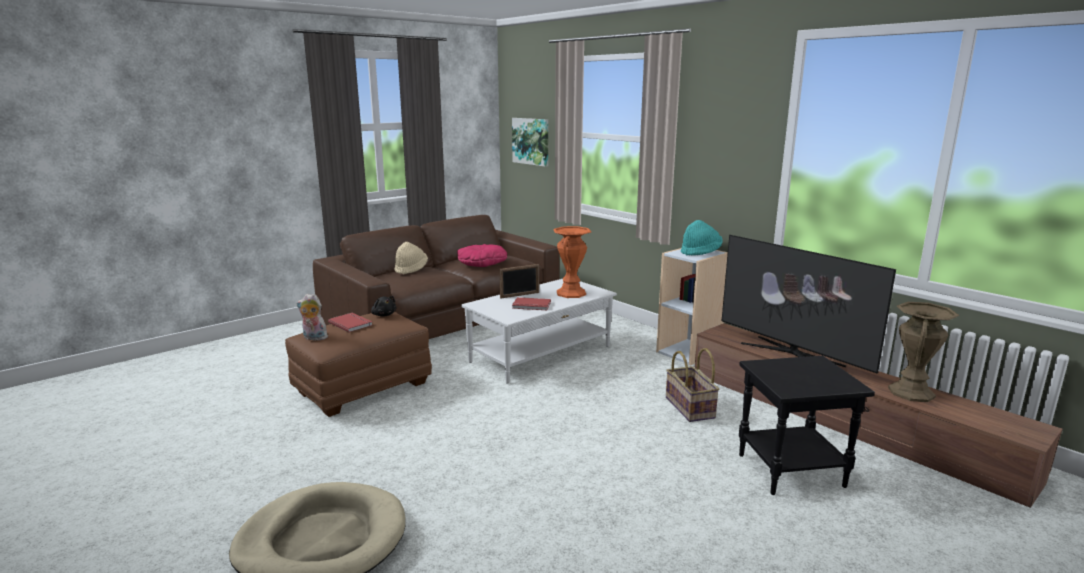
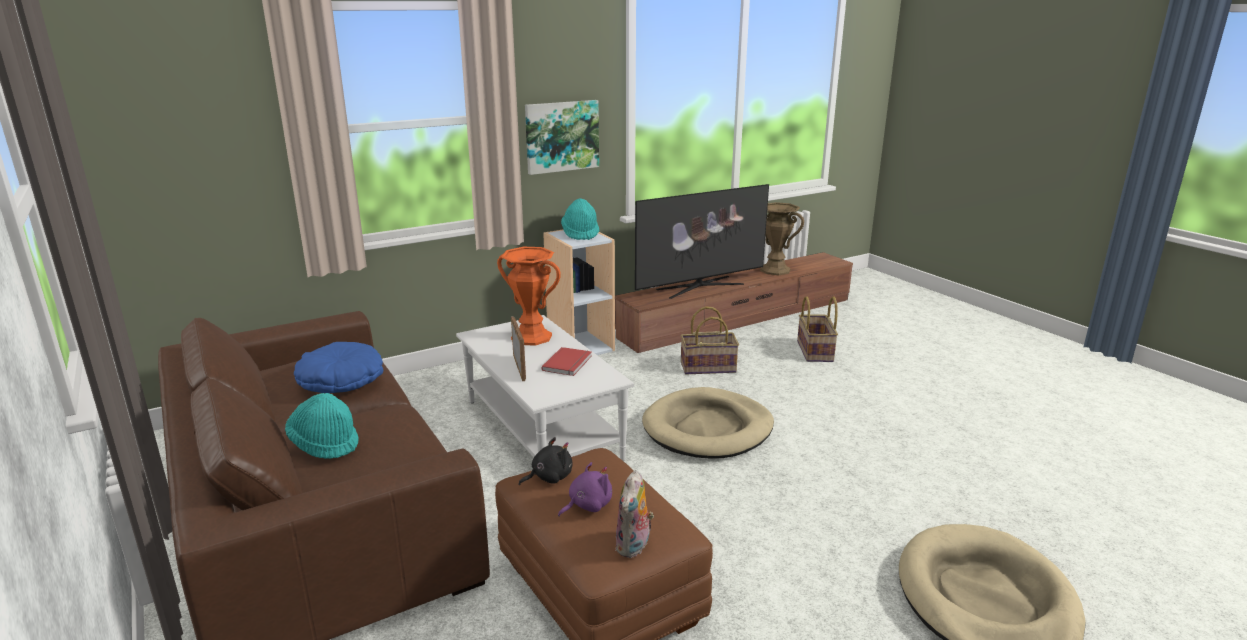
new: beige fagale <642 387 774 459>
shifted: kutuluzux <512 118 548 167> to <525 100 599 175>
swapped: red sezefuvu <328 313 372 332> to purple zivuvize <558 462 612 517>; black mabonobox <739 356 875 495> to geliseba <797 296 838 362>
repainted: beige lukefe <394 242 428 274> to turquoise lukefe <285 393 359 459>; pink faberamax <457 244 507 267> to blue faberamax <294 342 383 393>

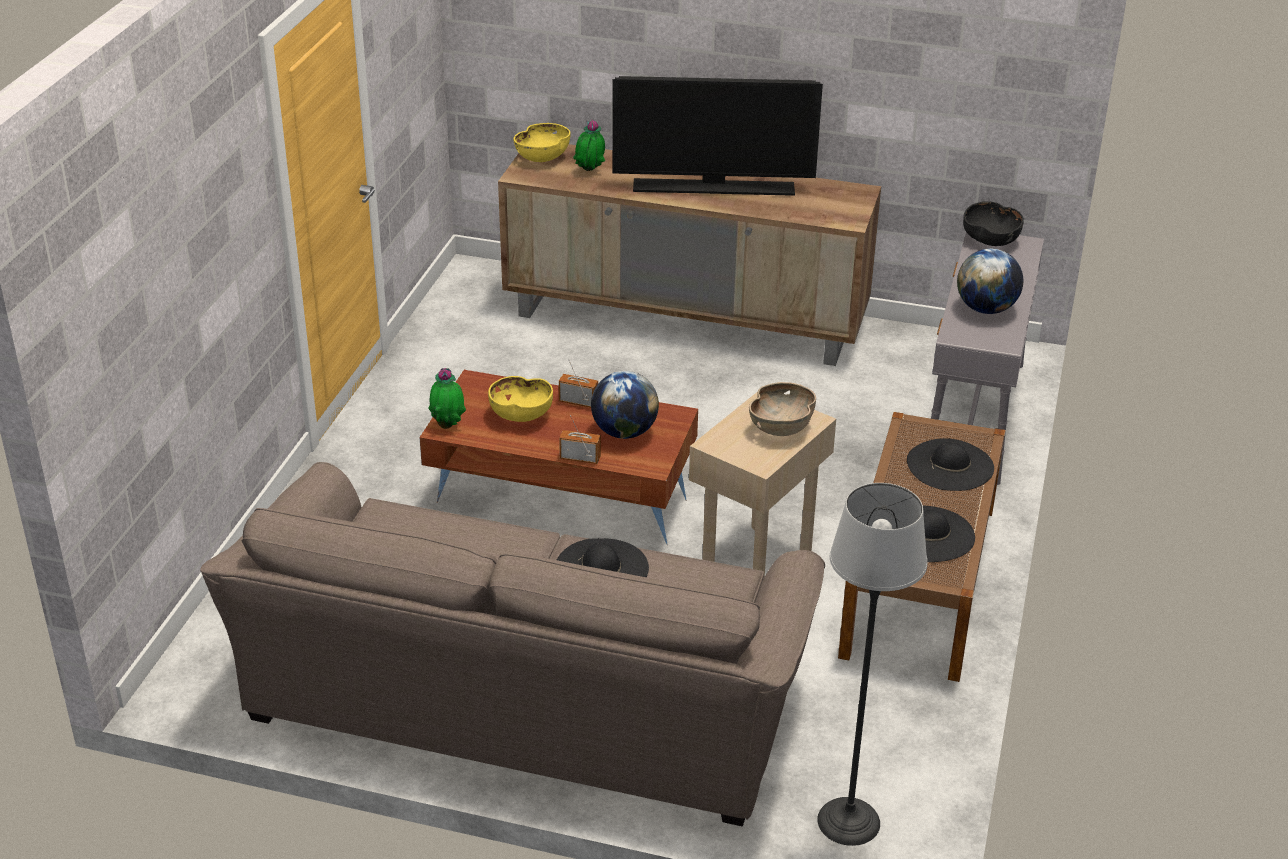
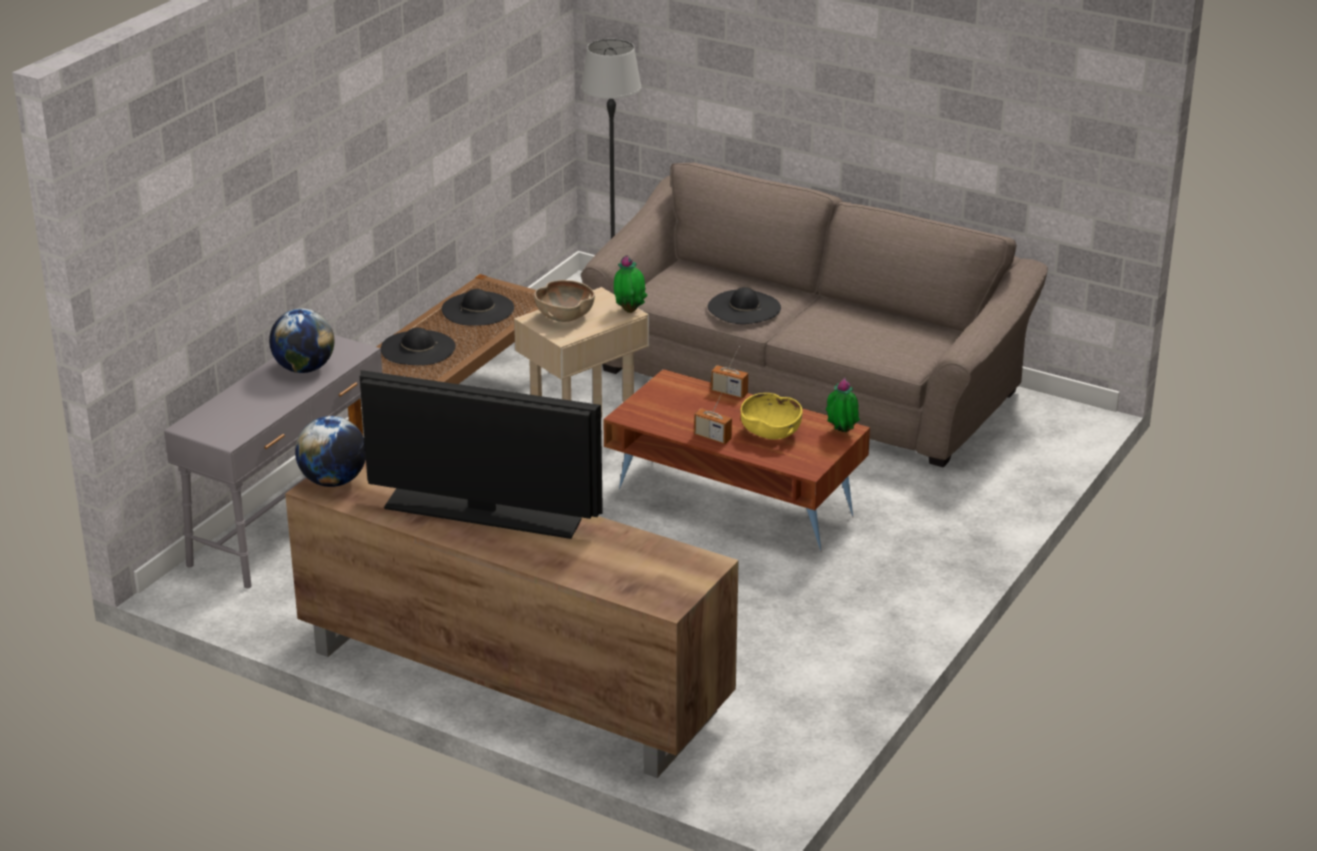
gone: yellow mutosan <513 123 571 162>; black mutosan <963 201 1024 246>
shifted: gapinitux <573 120 605 171> to <614 255 648 313>; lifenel <591 371 659 439> to <295 416 366 487>

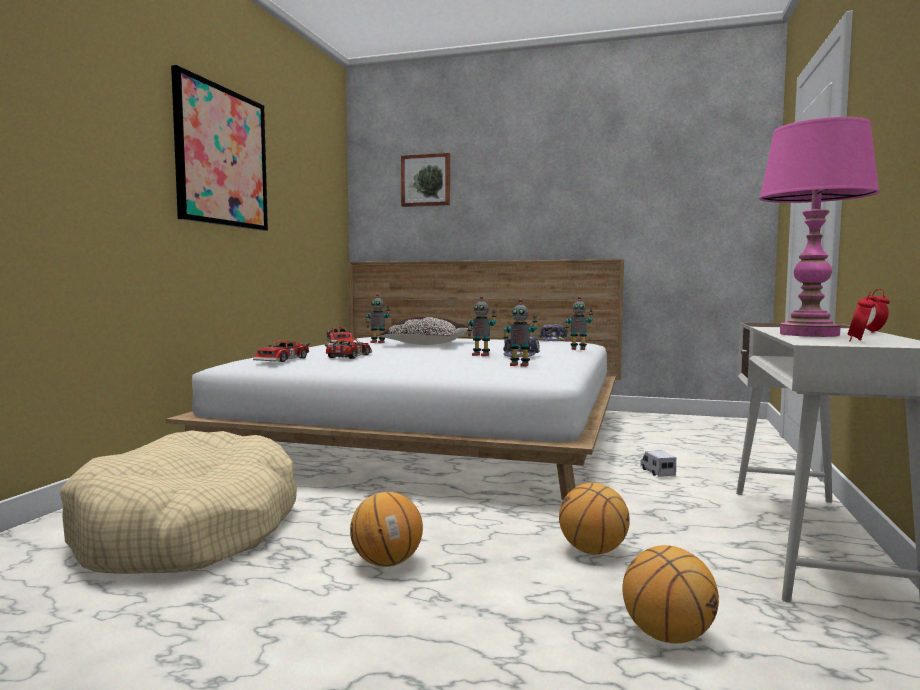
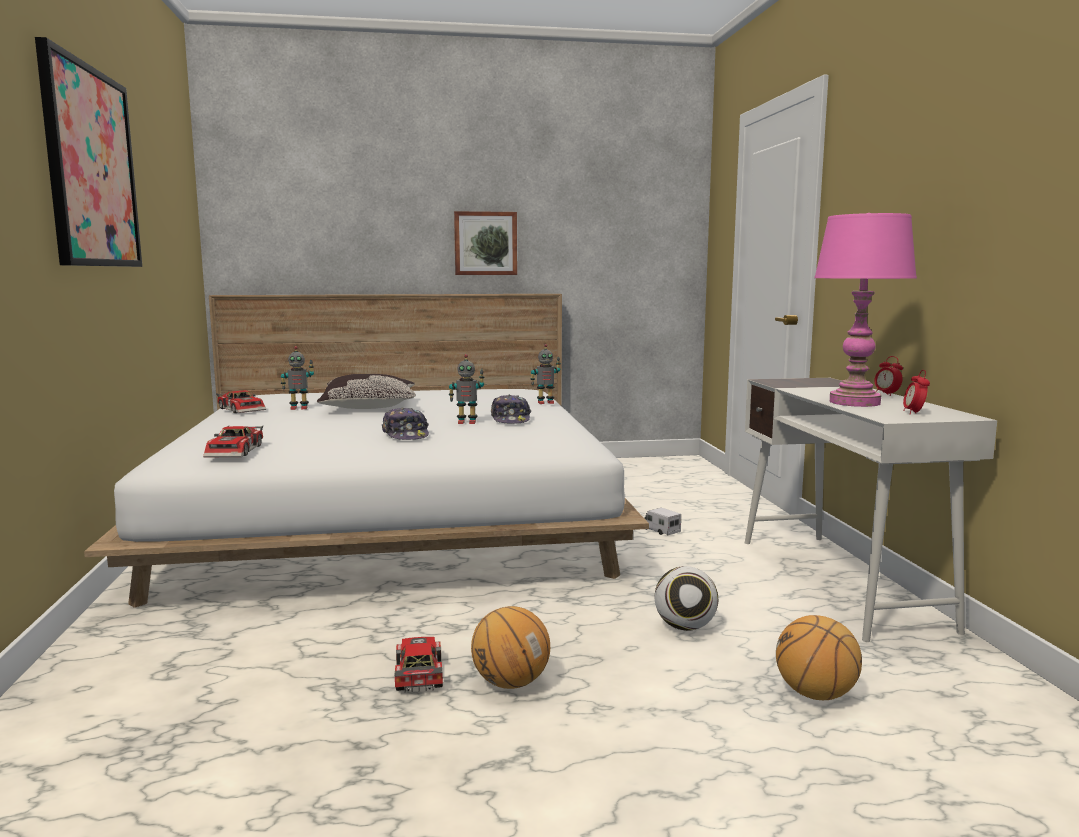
gone: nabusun <503 299 538 367>; beige fagale <60 430 297 574>
shifted: kutuluzux <401 153 450 207> to <454 211 517 275>; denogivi <539 323 568 341> to <382 407 429 440>; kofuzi <325 338 372 359> to <395 637 443 693>
swapped: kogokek <559 483 630 554> to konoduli <655 566 718 631>

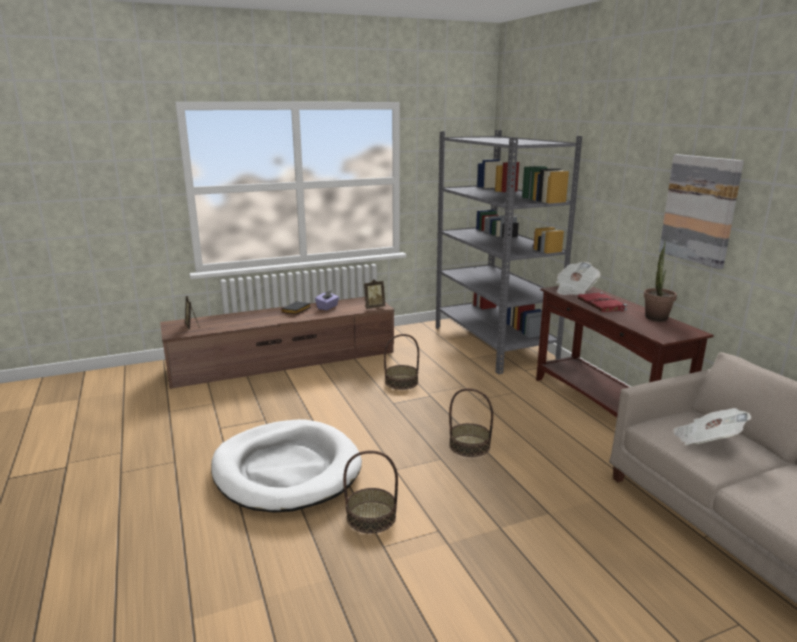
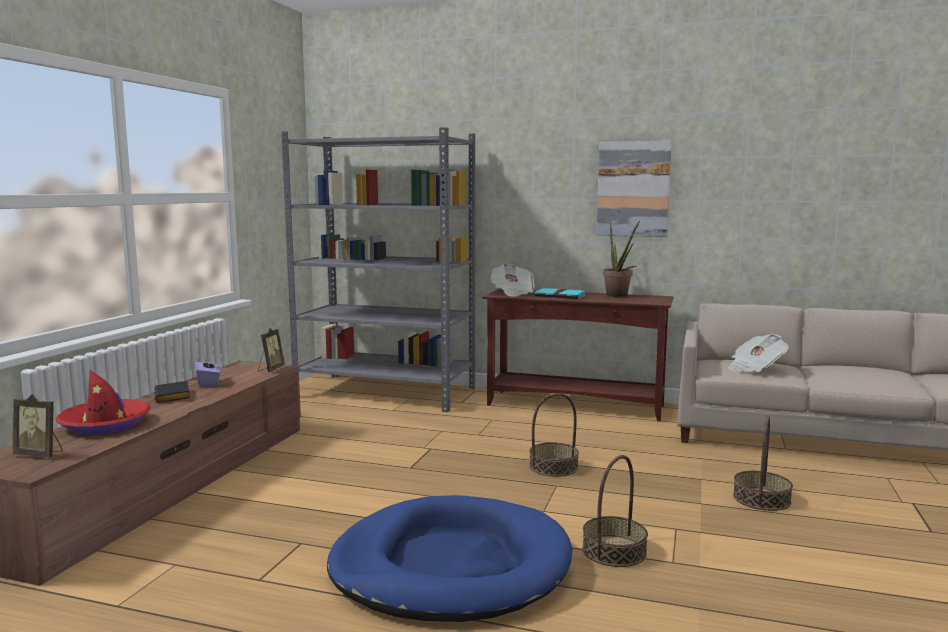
new: red lukefe <55 370 151 435>
shifted: geliseba <384 334 419 390> to <733 416 793 511>
repainted: red sezefuvu <578 292 627 312> to turquoise sezefuvu <535 288 589 299>; white fagale <211 419 362 513> to blue fagale <327 495 573 622>

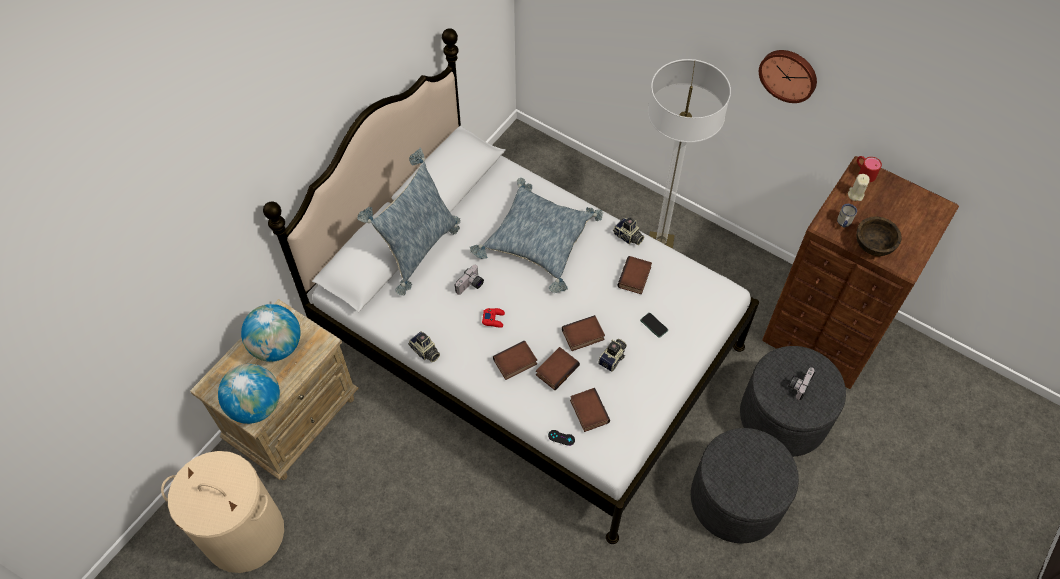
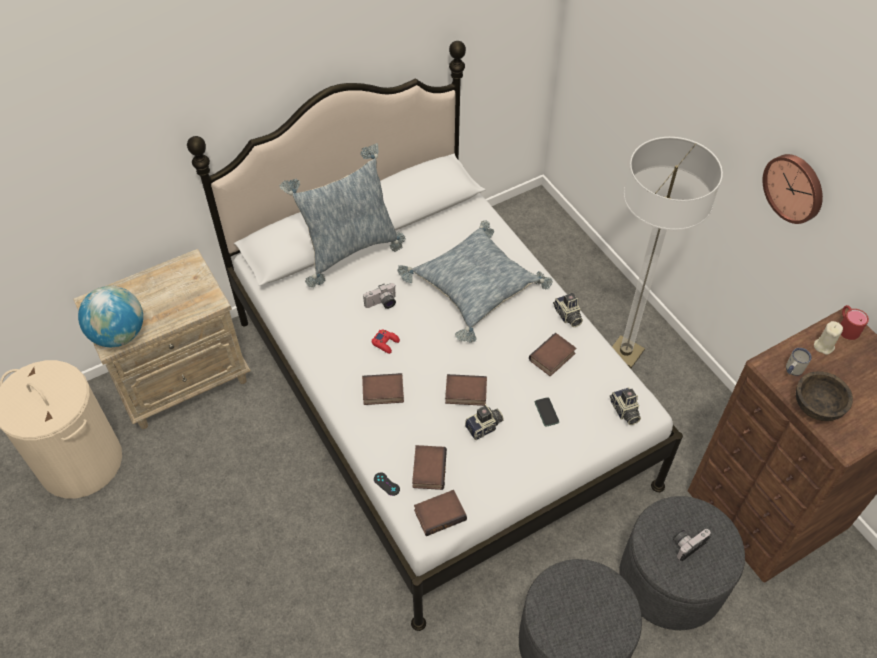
gone: lifenel <241 304 300 362>
shifted: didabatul <408 331 440 362> to <609 387 641 425>; sezefuvu <536 347 580 390> to <414 490 467 536>

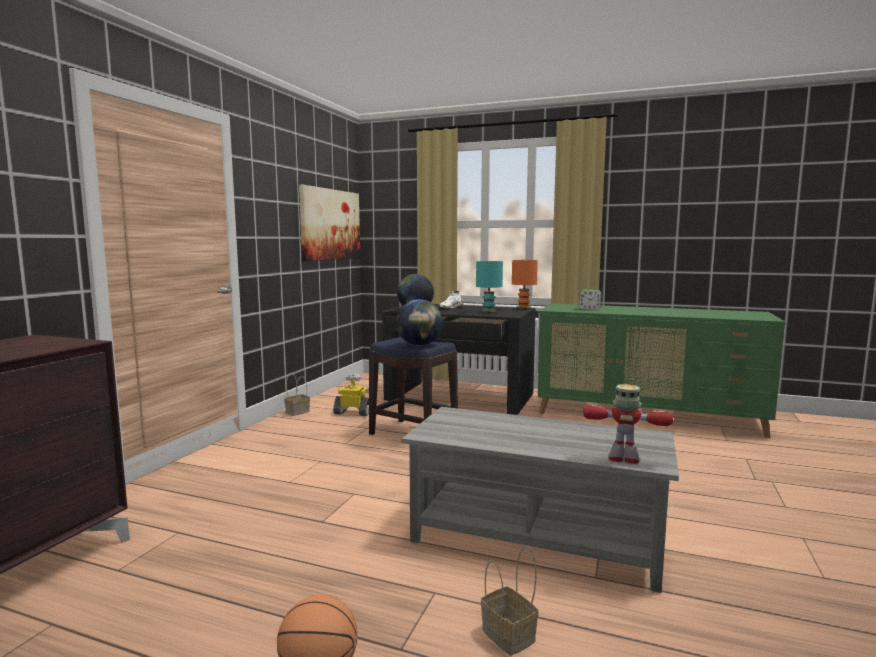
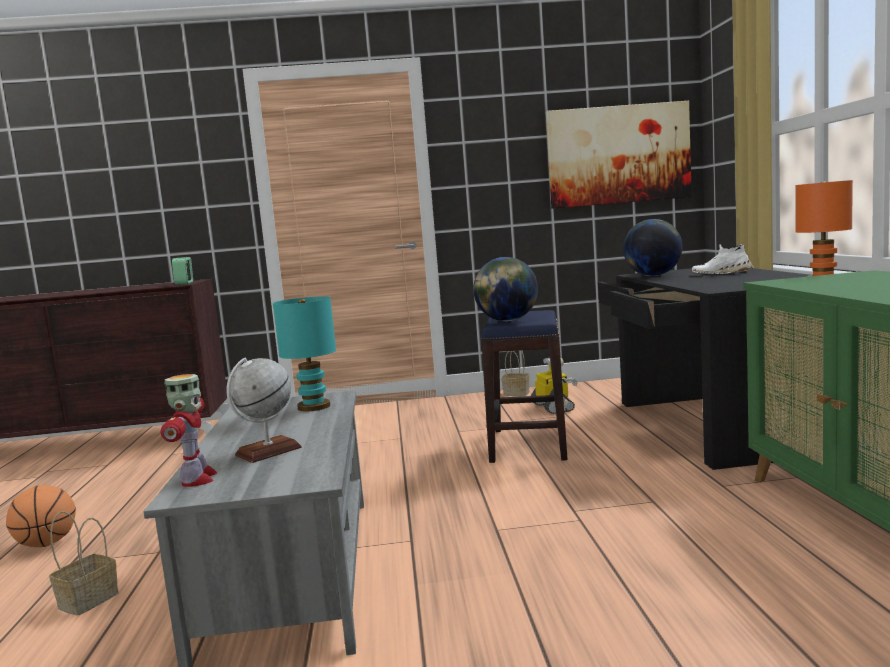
new: lifenel <226 358 302 463>
shifted: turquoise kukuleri <476 261 503 314> to <273 296 336 412>; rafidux <579 290 601 310> to <172 257 193 285>

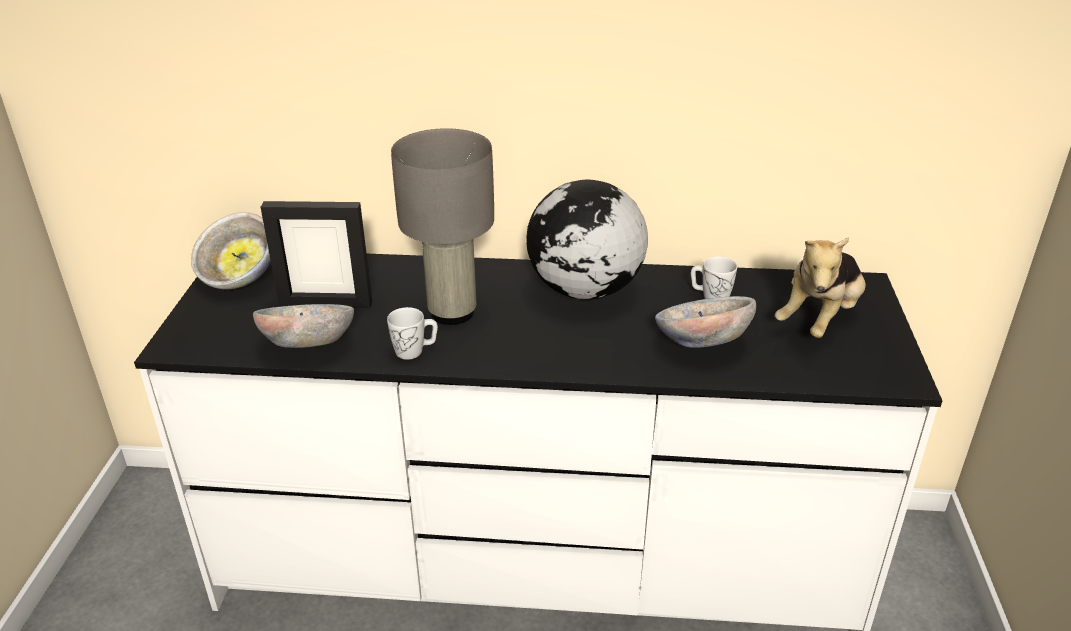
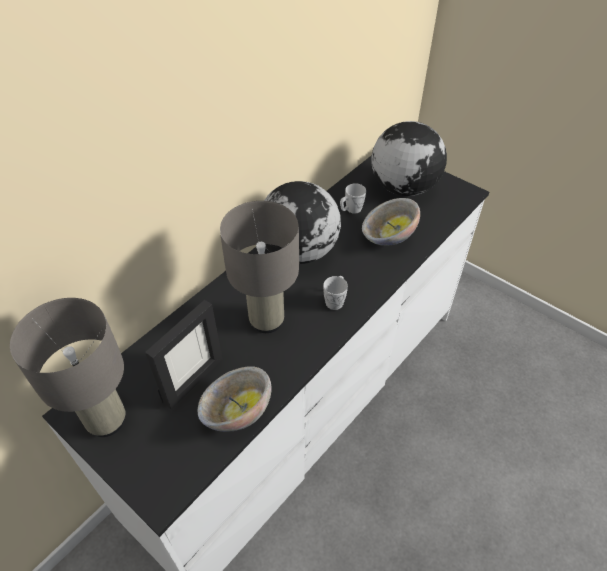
shifted: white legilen <387 307 438 360> to <323 276 348 310>
swapped: mutosan <191 212 271 289> to grey kukuleri <10 298 125 437>; zivuvize <775 237 866 338> to lifenel <371 121 447 196>

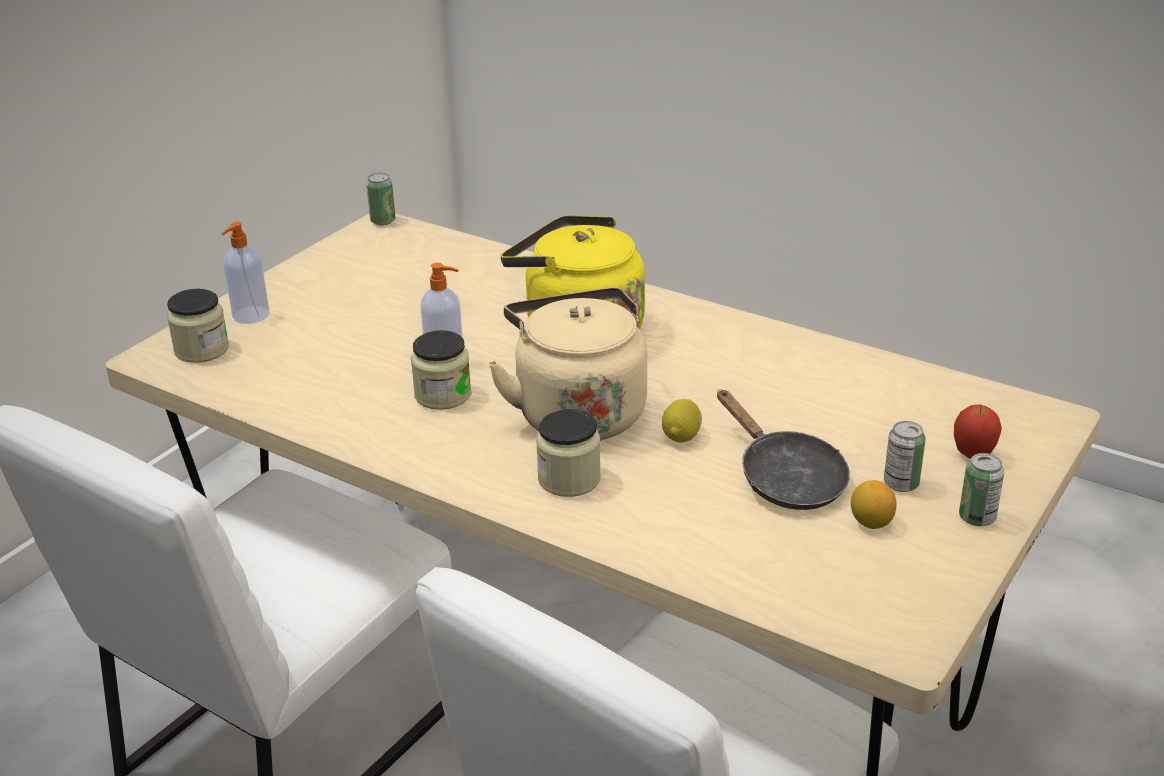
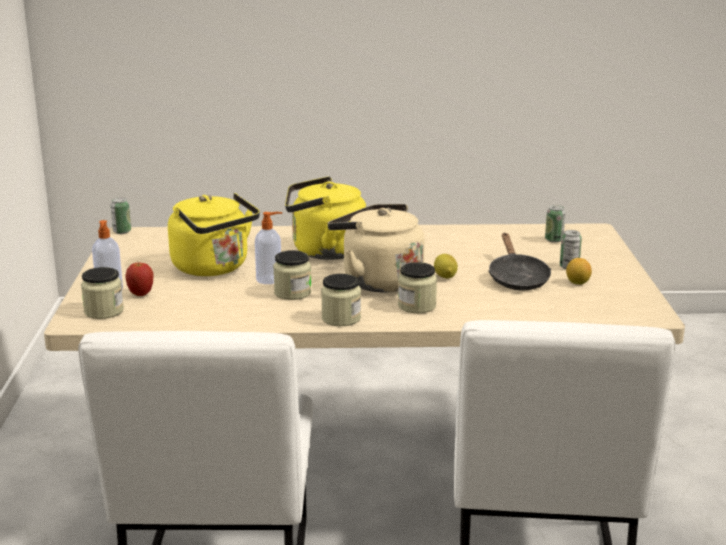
new: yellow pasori <168 193 260 276>; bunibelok <321 274 361 326>
shifted: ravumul <954 404 1002 459> to <125 262 153 296>; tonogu <959 453 1004 526> to <545 205 566 243>
rotated: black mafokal <717 389 850 510> = <489 233 551 290> 60 degrees clockwise

